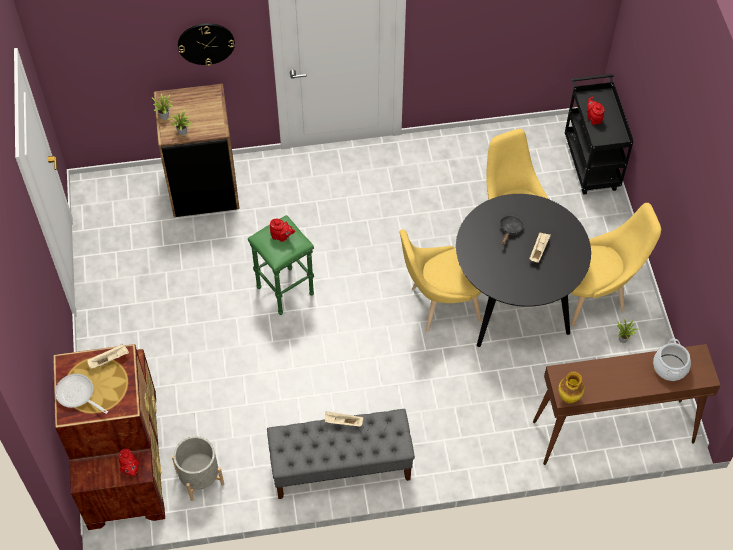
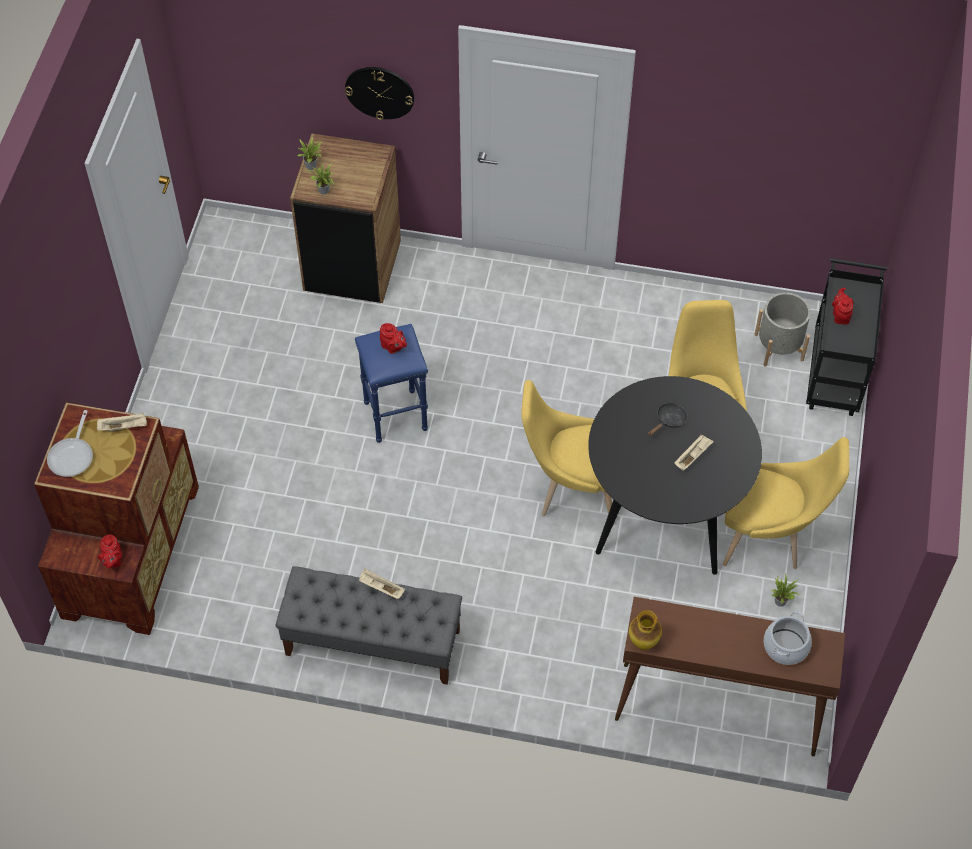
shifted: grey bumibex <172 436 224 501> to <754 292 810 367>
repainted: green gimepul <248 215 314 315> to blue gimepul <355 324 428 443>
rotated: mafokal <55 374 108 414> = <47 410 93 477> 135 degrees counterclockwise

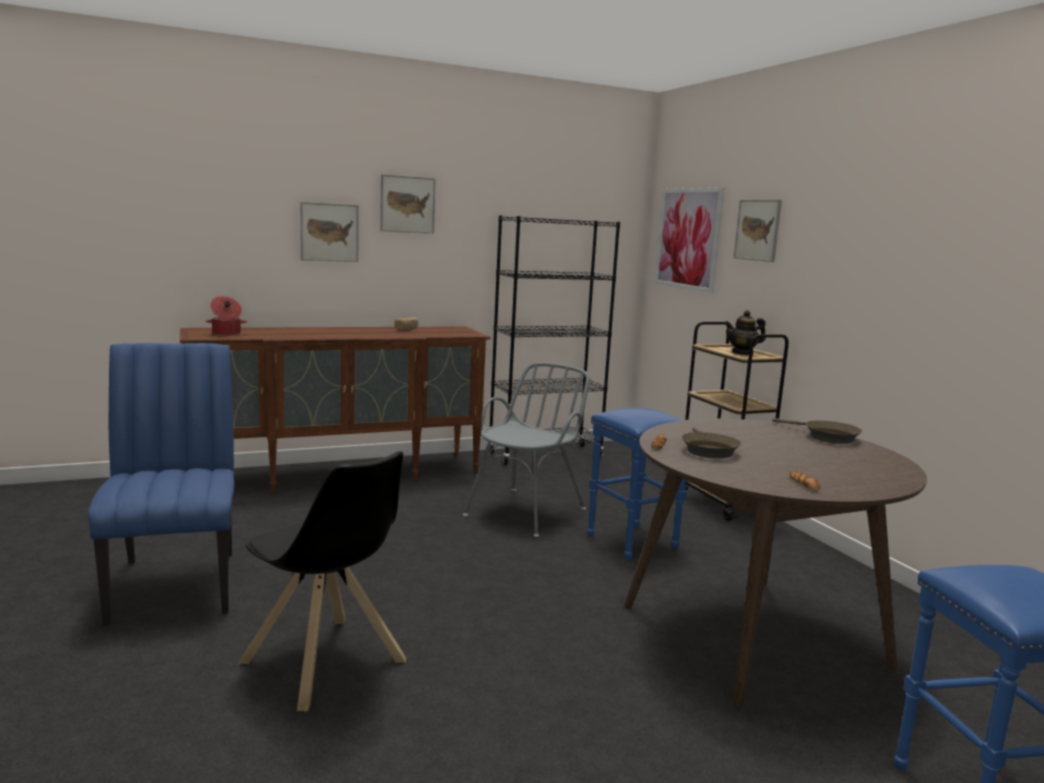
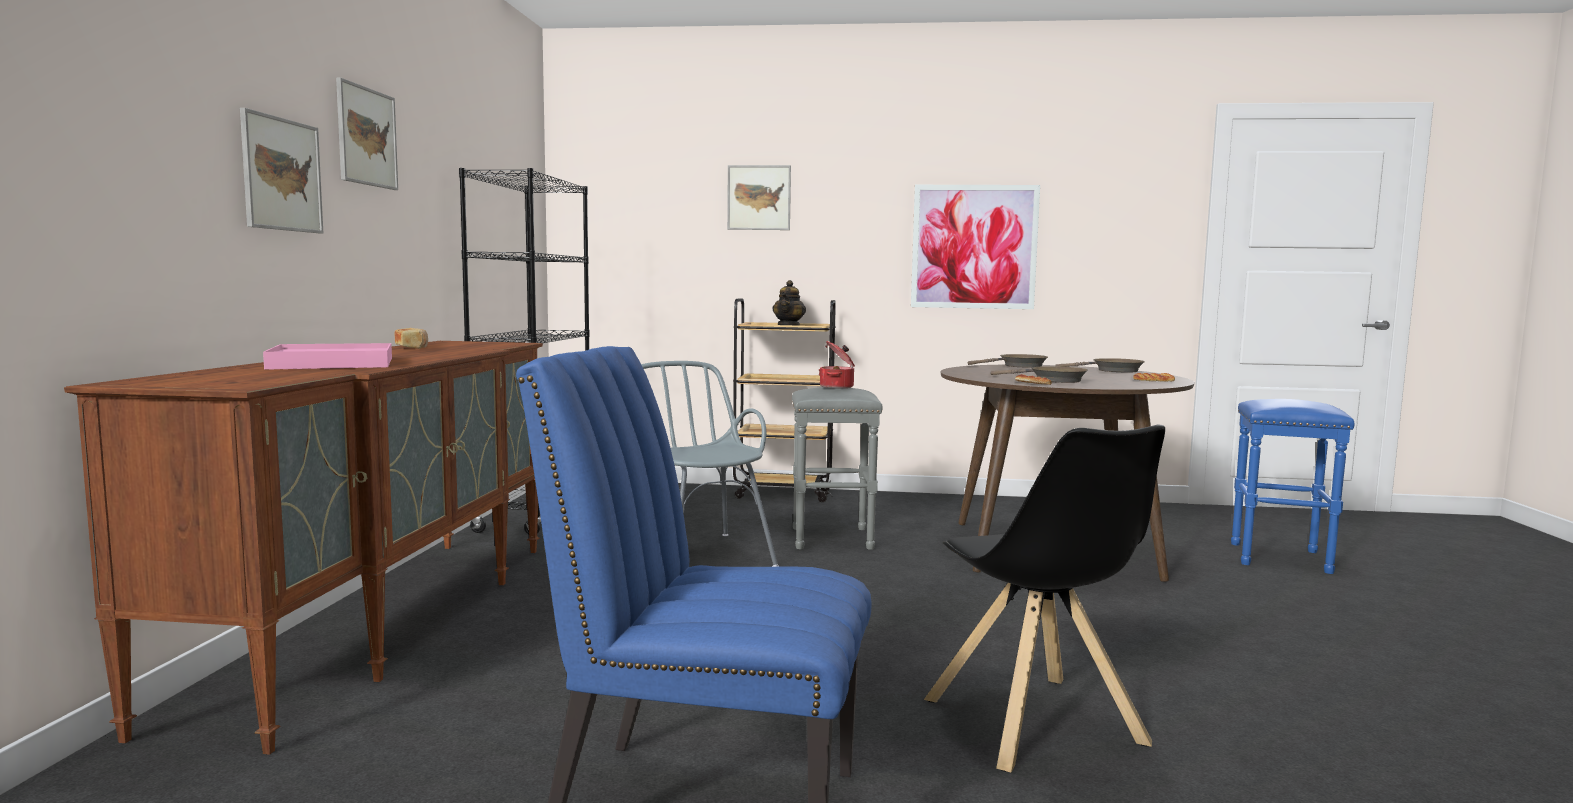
new: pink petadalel <263 343 392 370>; brown mafokal <1055 358 1145 373>
shifted: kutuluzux <655 187 724 293> to <911 185 1040 309>; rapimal <206 296 247 335> to <819 341 855 389>
repainted: blue gimepul <587 408 687 559> to grey gimepul <792 387 883 550>
rotated: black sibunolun <238 451 406 712> = <924 424 1165 772> 90 degrees clockwise

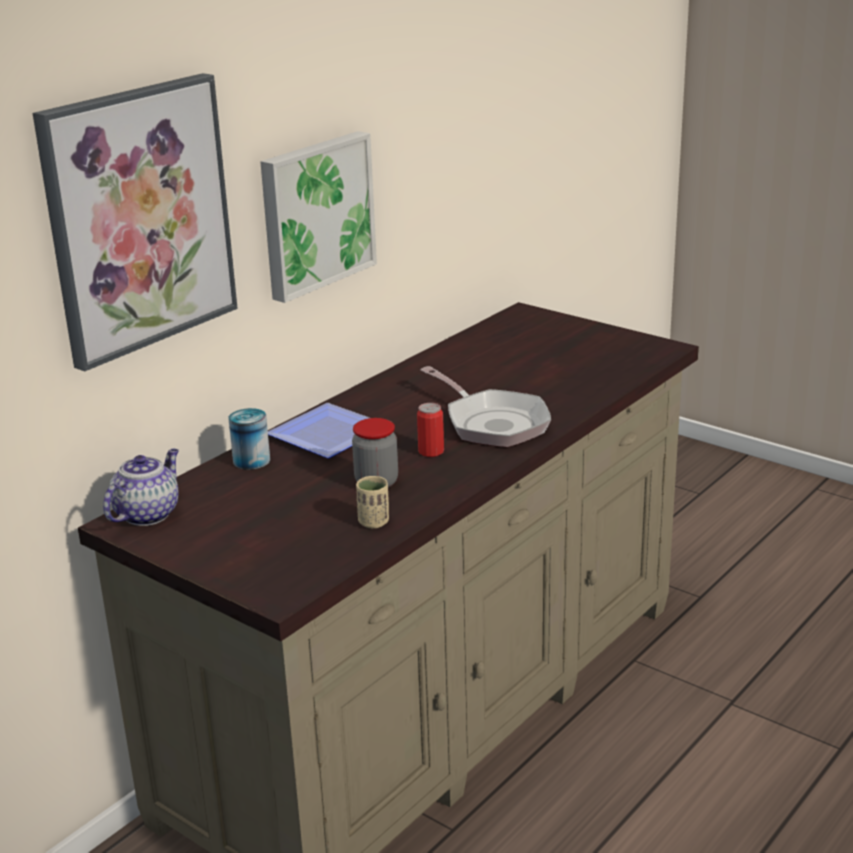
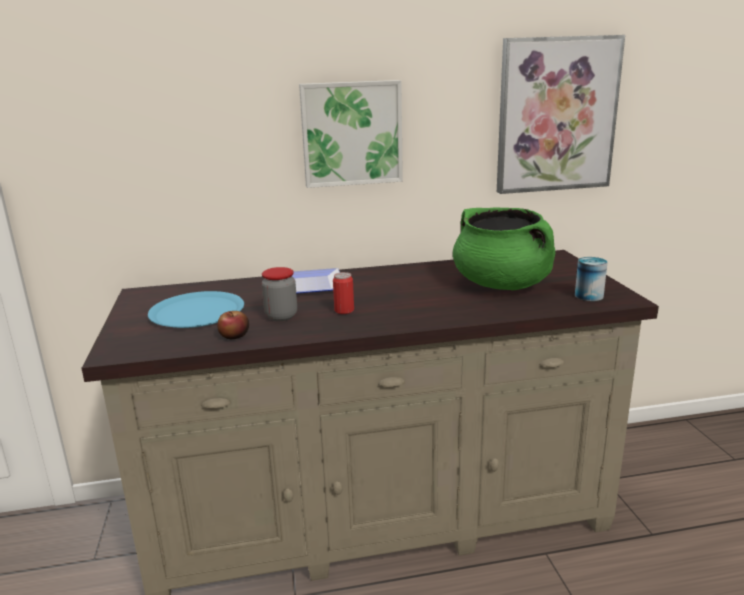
gone: mafokal <420 366 551 448>; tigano <103 449 179 526>
new: green rapimal <453 208 555 290>; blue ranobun <148 291 244 328>
shifted: kutuluzux <33 73 238 372> to <497 35 625 194>; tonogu <228 408 270 470> to <575 257 607 301>
swapped: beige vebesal <356 476 389 528> to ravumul <217 311 249 339>

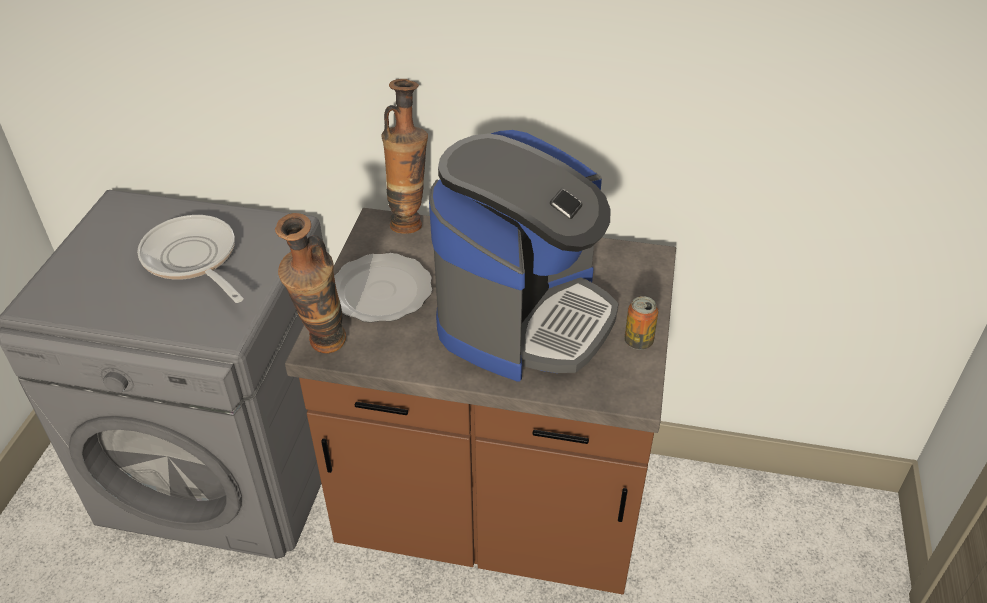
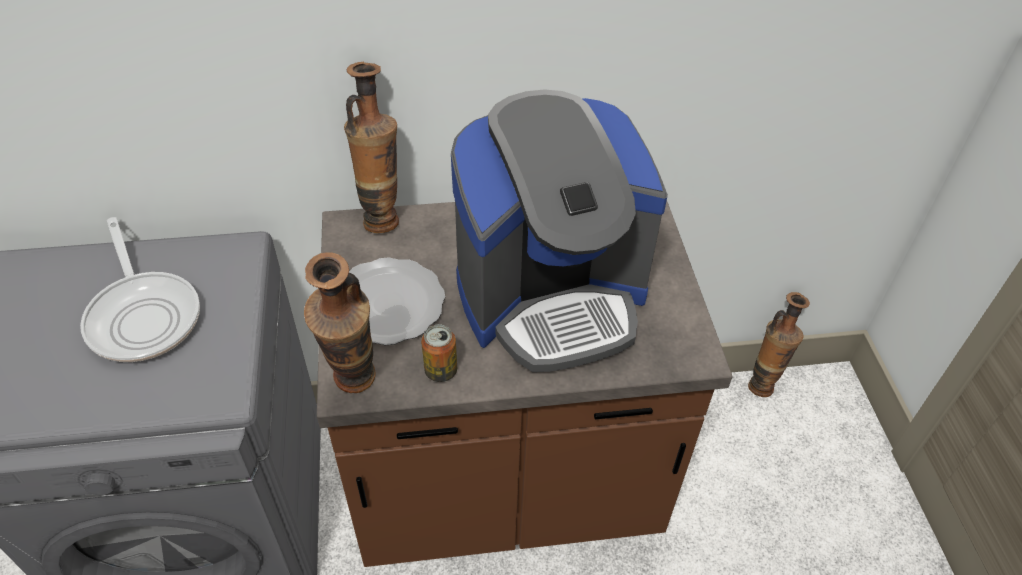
new: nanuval <748 292 810 397>
shifted: tonogu <624 296 658 350> to <421 324 457 382>
rotated: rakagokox <429 130 618 381> = <451 89 668 372> 60 degrees clockwise; mafokal <137 215 244 303> = <80 217 200 362> 150 degrees counterclockwise

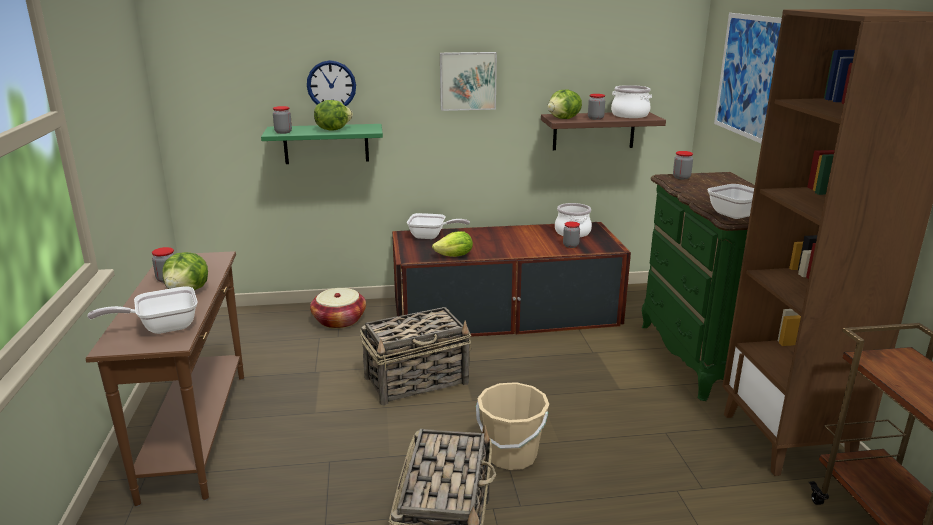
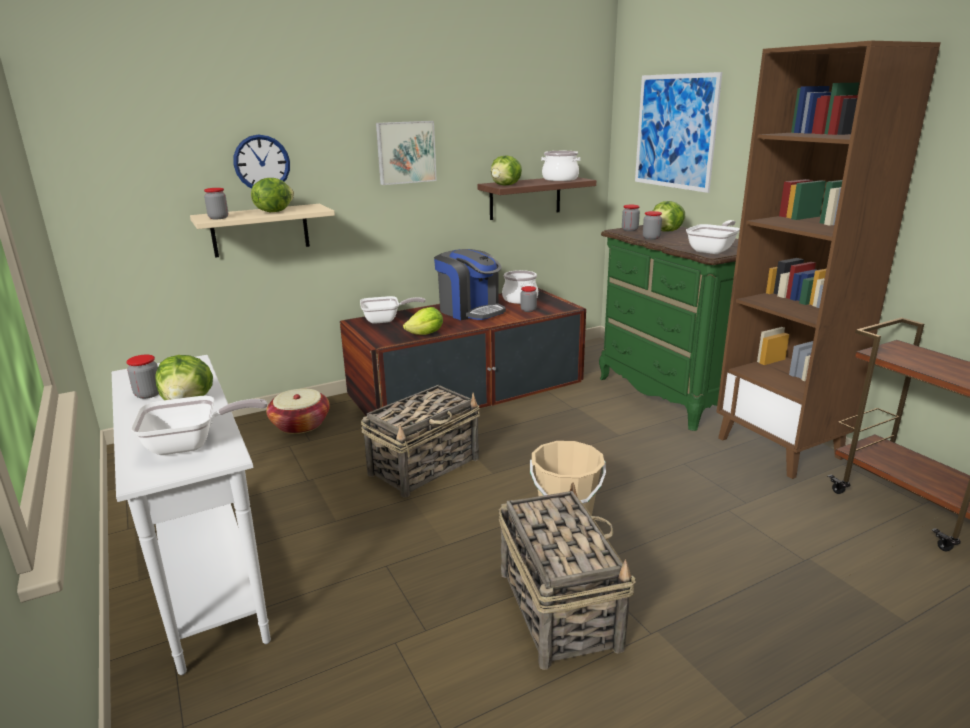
new: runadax <653 201 685 231>; rakagokox <434 249 506 320>
shifted: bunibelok <588 94 605 120> to <643 211 662 240>
repainted: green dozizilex <261 124 383 164> to beige dozizilex <190 204 335 258>; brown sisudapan <85 251 244 507> to white sisudapan <112 355 271 675>
rotated: mafokal <88 286 198 334> = <131 396 267 455> 150 degrees counterclockwise

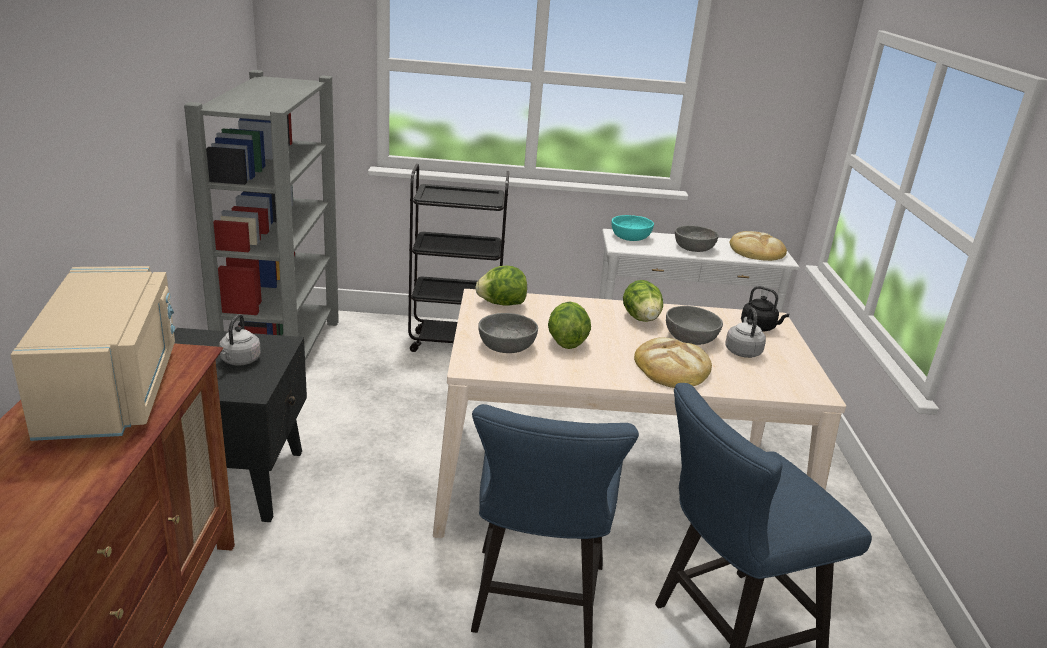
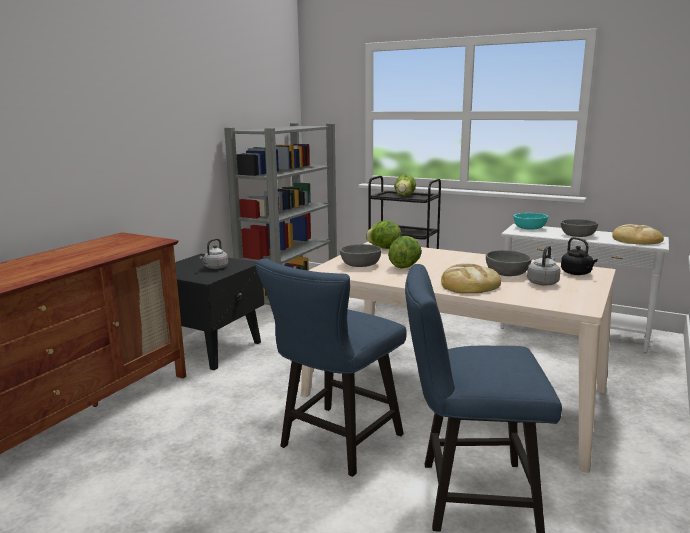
gone: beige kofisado <11 266 175 441>
shifted: runadax <623 280 663 322> to <394 175 416 196>

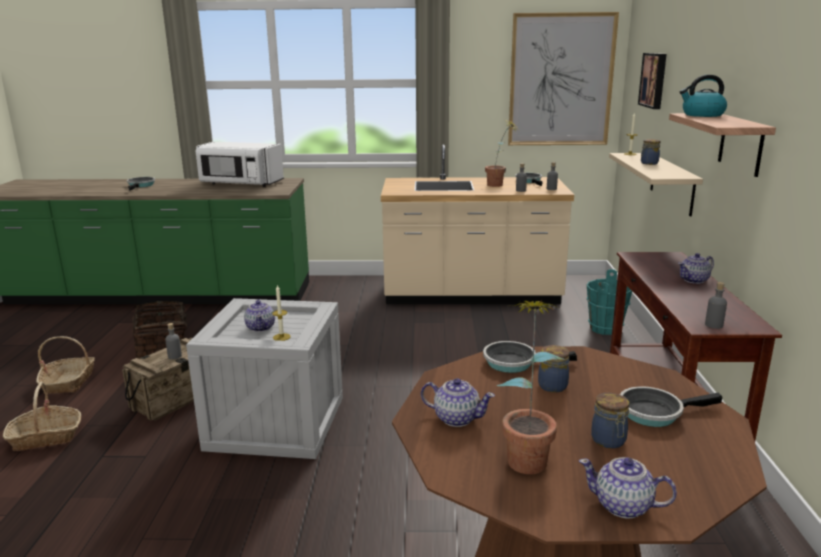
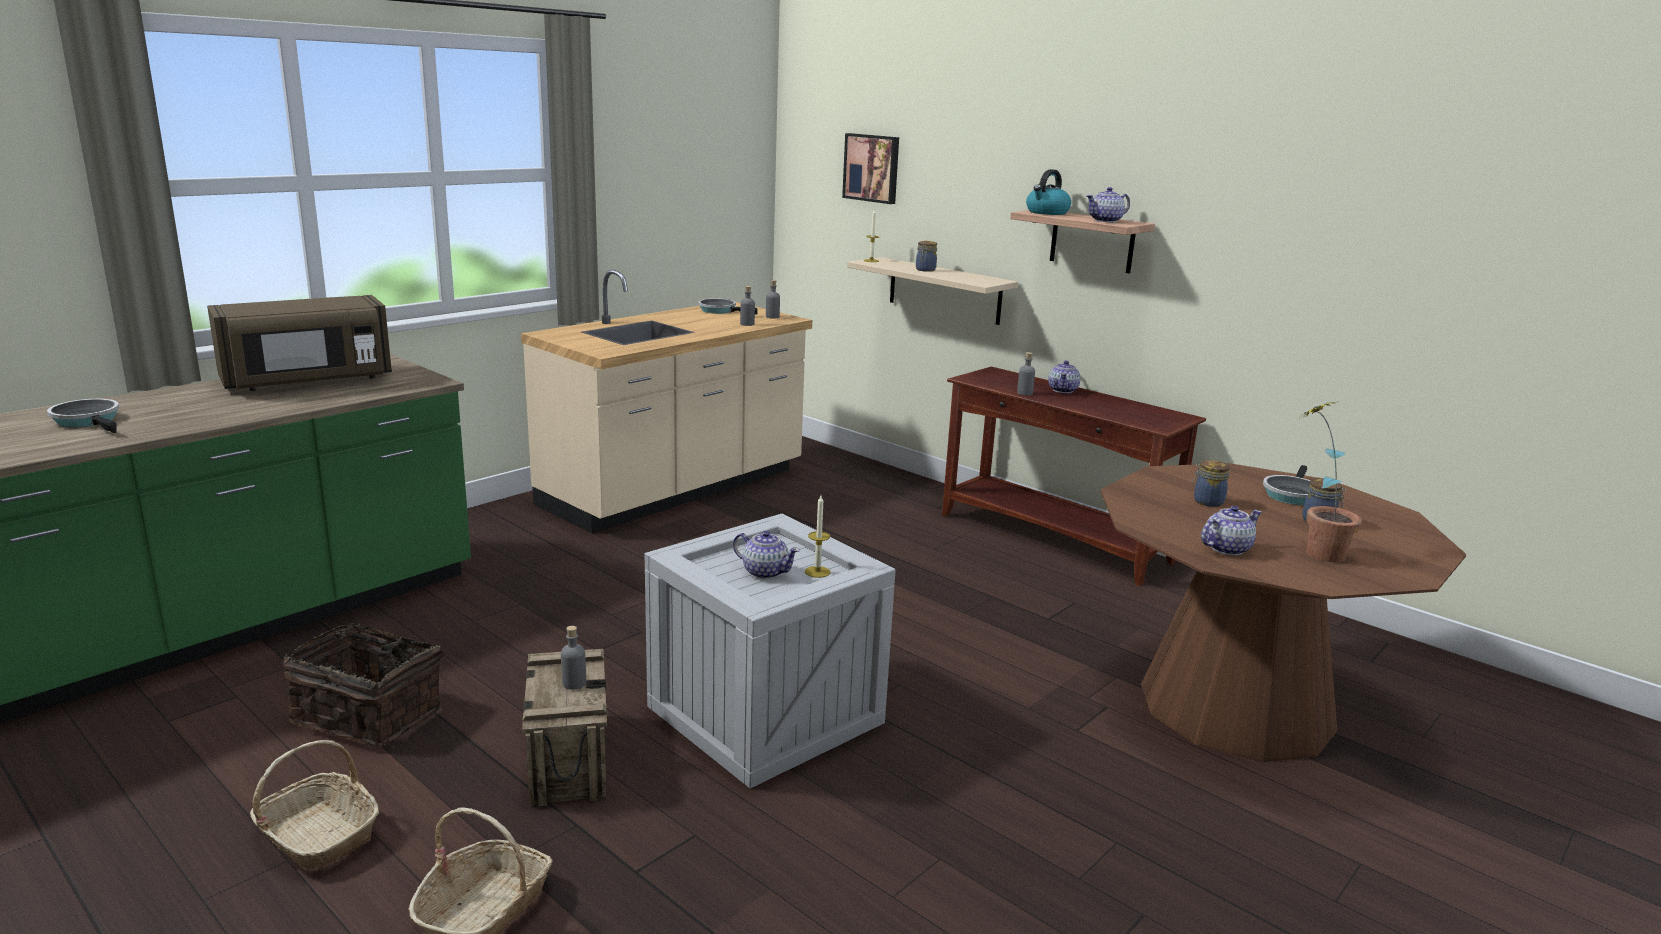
gone: kutuluzux <508 12 619 145>; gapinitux <485 121 517 187>; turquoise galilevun <586 269 632 335>; mafokal <483 341 577 373>
shifted: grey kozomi <705 282 727 329> to <1017 352 1035 395>; tigano <579 457 677 518> to <1087 187 1130 222>
repainted: white kofisado <196 142 284 187> to brown kofisado <207 295 392 391>

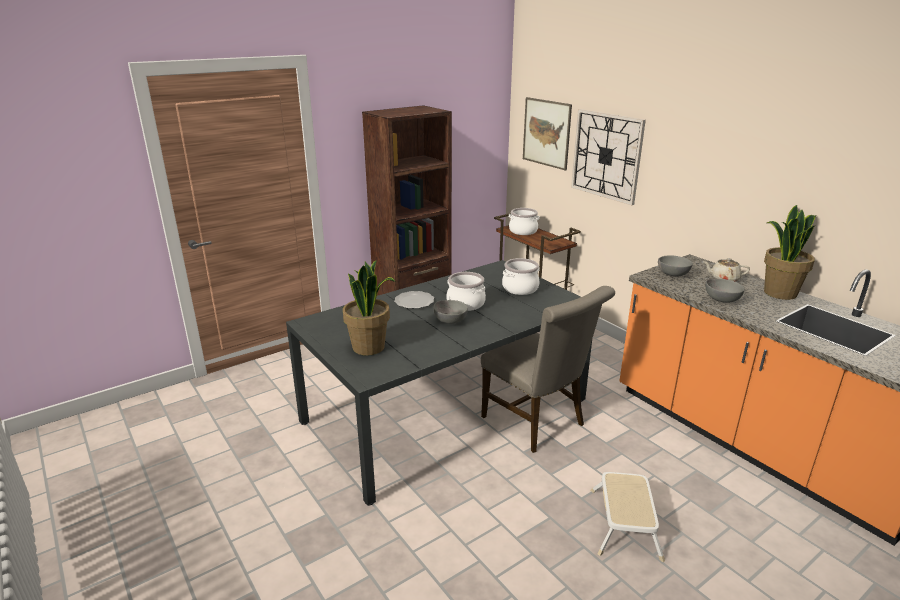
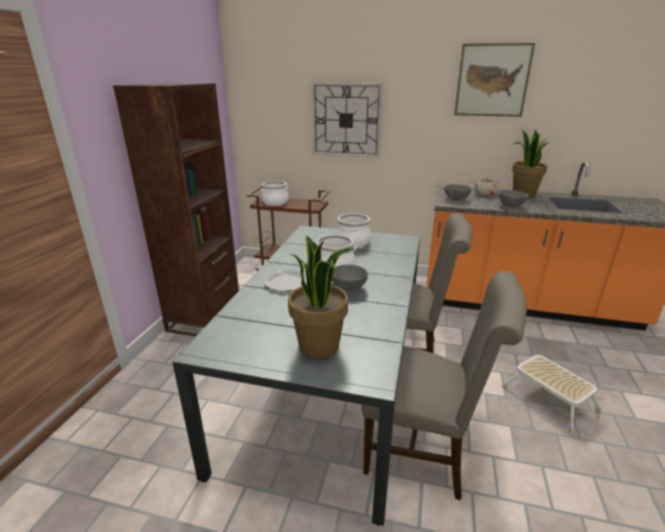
new: beige sibunolun <362 271 527 501>
shifted: kutuluzux <523 97 572 170> to <454 43 535 117>

